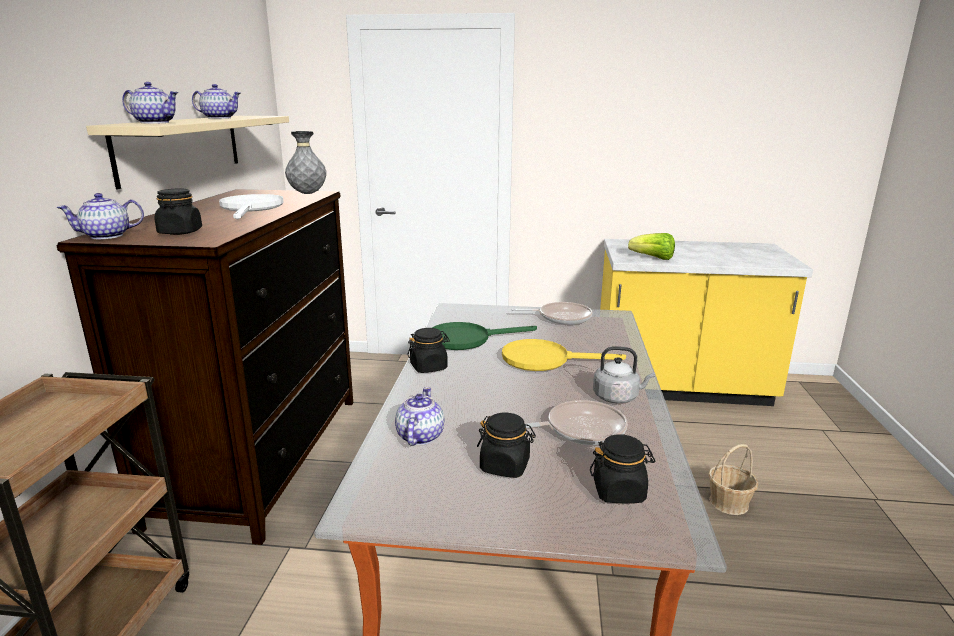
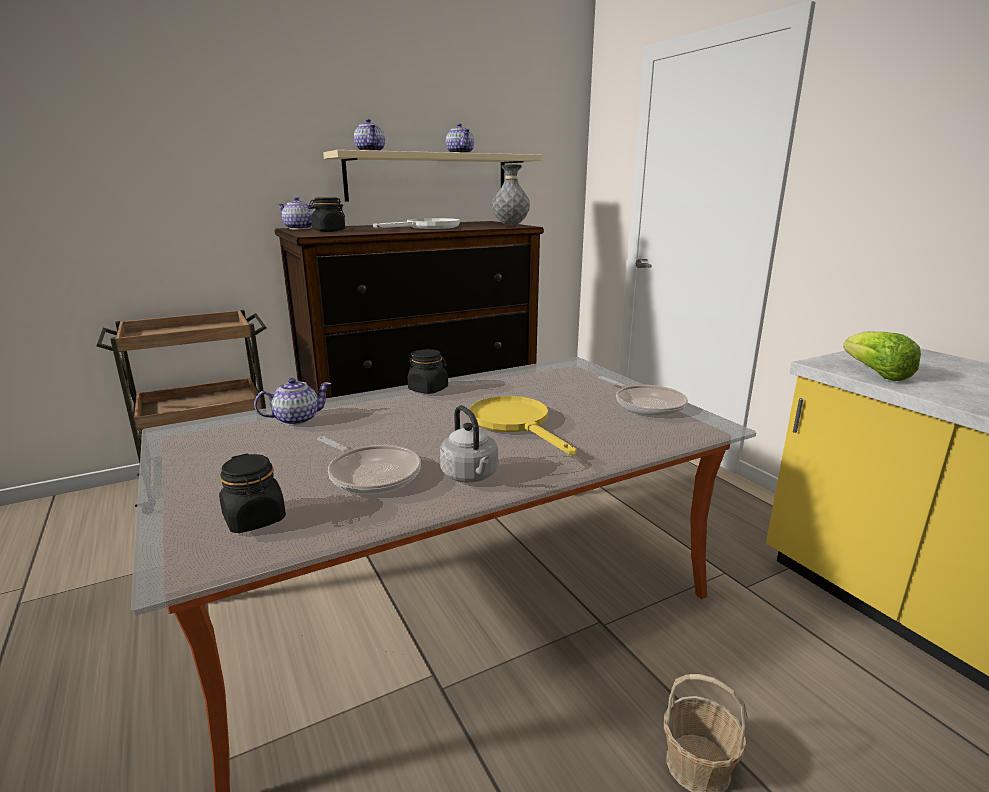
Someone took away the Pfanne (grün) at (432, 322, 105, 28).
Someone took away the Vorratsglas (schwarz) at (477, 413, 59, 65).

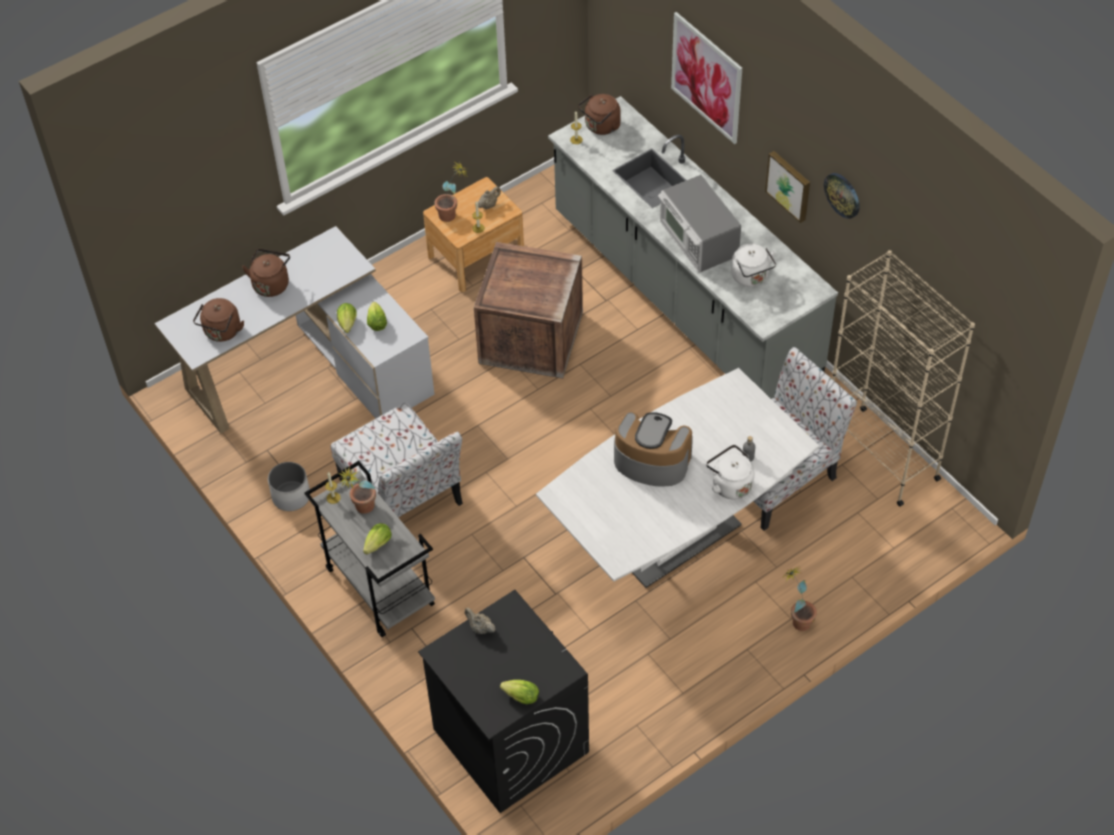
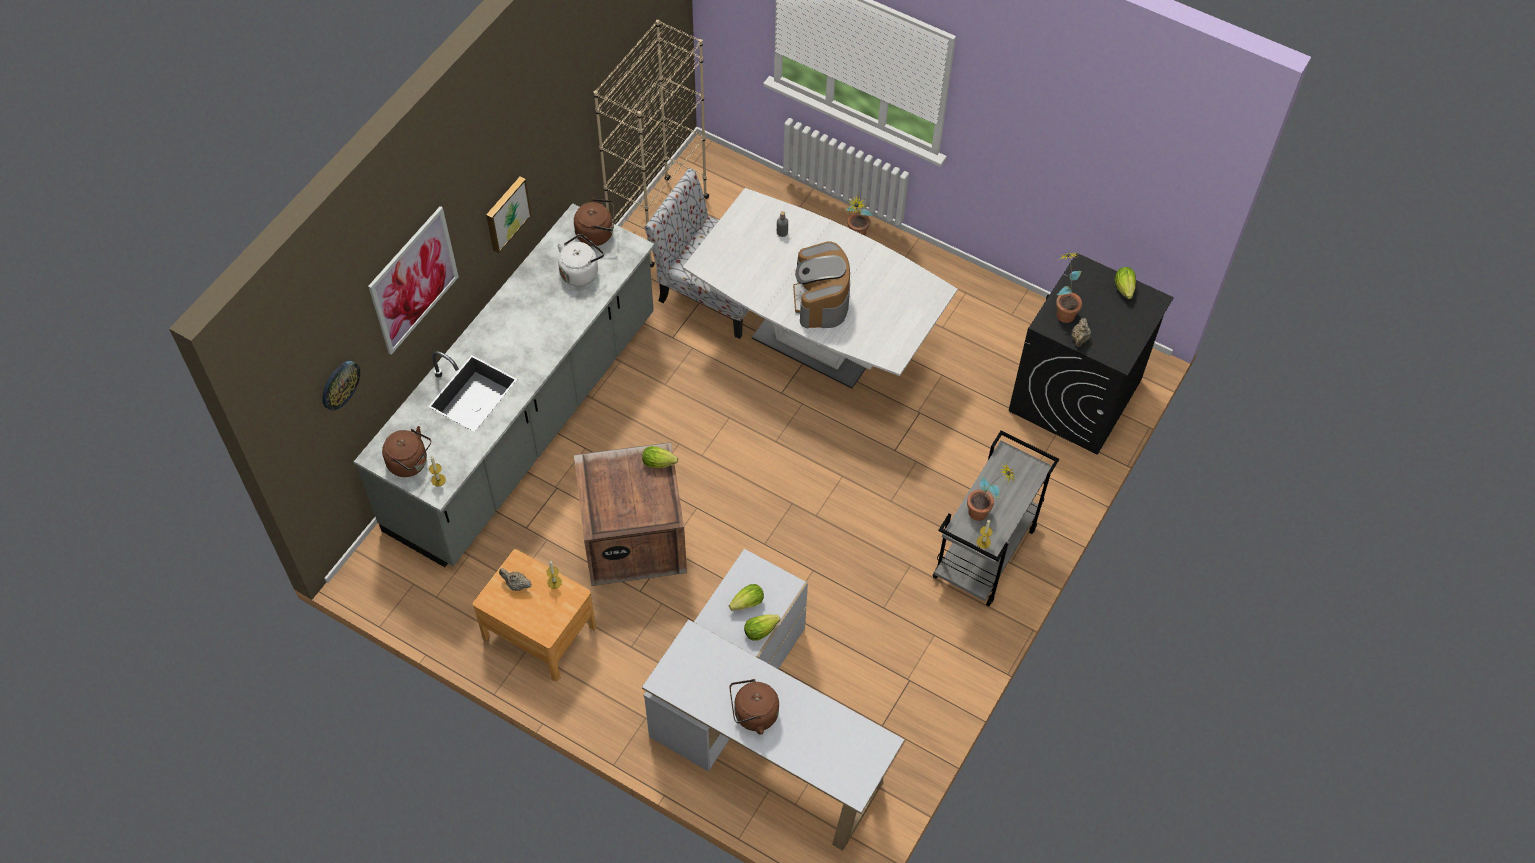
Someone carried the Wasserkessel (braun) from (193, 298, 51, 44) to (574, 198, 40, 48).
Someone took away the Pflanzkübel (weiß) at (268, 462, 42, 49).
Someone took away the Stuhl at (330, 402, 133, 115).
Someone carried the Salatkopf from (363, 523, 29, 32) to (642, 446, 36, 22).
Someone carried the Topfpflanze from (434, 161, 33, 61) to (1056, 253, 26, 70).
Someone took away the Mikrowelle at (658, 175, 83, 98).
Someone took away the Wasserkessel (weiß) at (706, 445, 48, 54).
Someone carried the Wanduhr from (824, 173, 36, 46) to (322, 361, 38, 50).

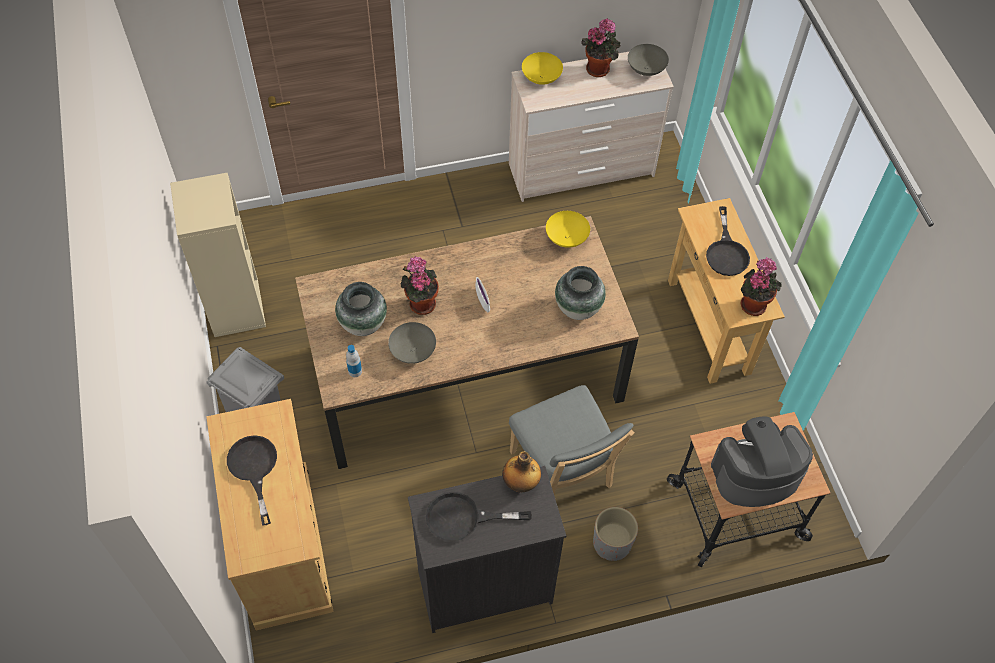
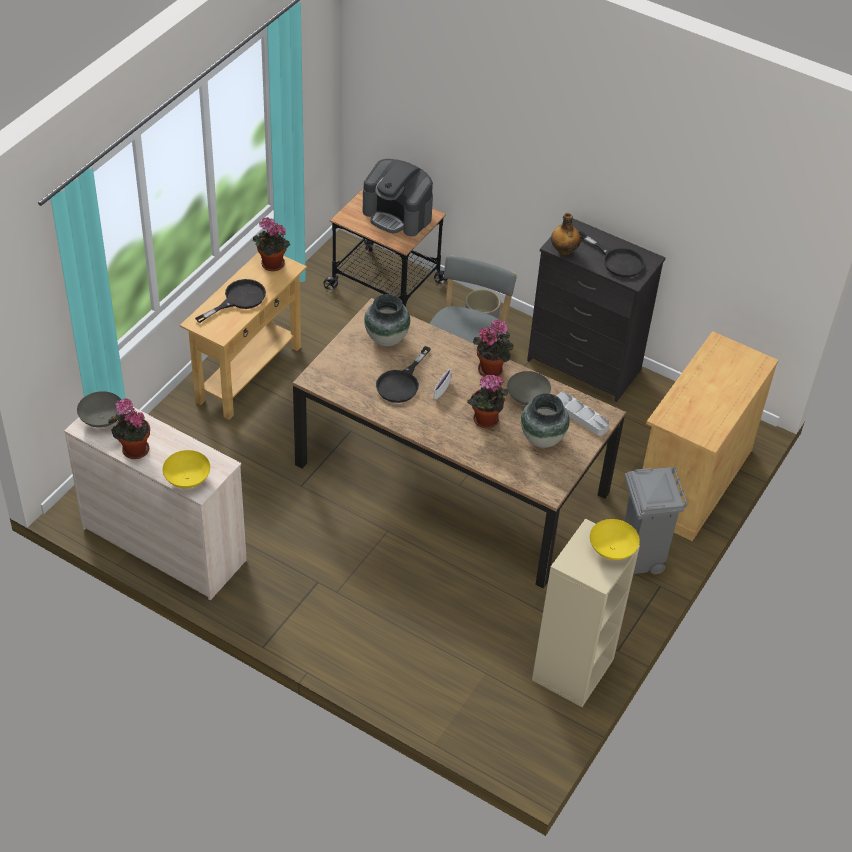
Someone carried the Pfanne (schwarz) from (227, 435, 50, 91) to (376, 346, 55, 57).
Someone swapped the Flasche at (346, 345, 16, 32) for the Tablett (grau) at (557, 392, 53, 44).
Someone carried the Schüssel (gelb) from (546, 211, 44, 37) to (590, 519, 50, 41).
Someone put down the Topfpflanze at (473, 320, 40, 57).

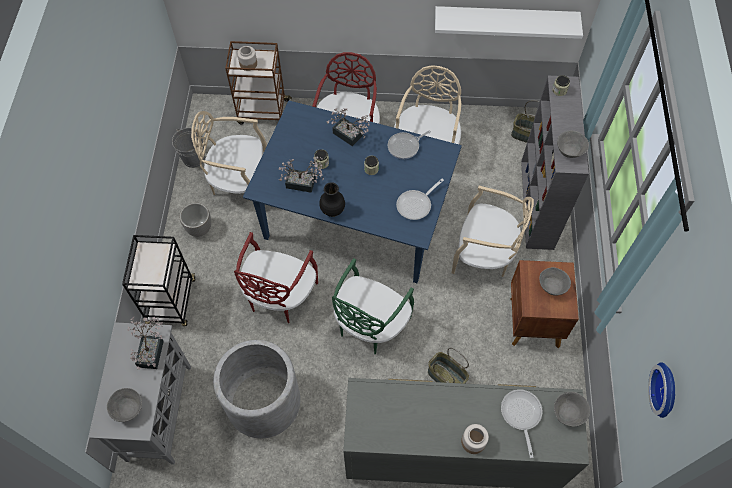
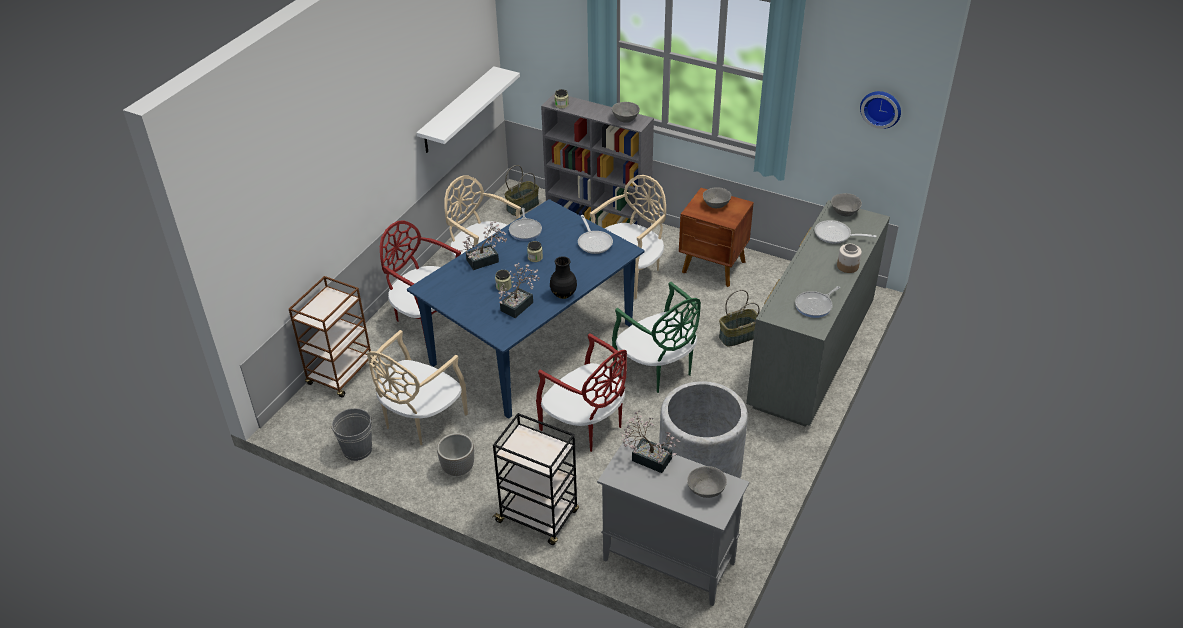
Someone took away the Vorratsglas at (237, 46, 20, 25).
Someone put down the Pfanne at (795, 286, 45, 32).

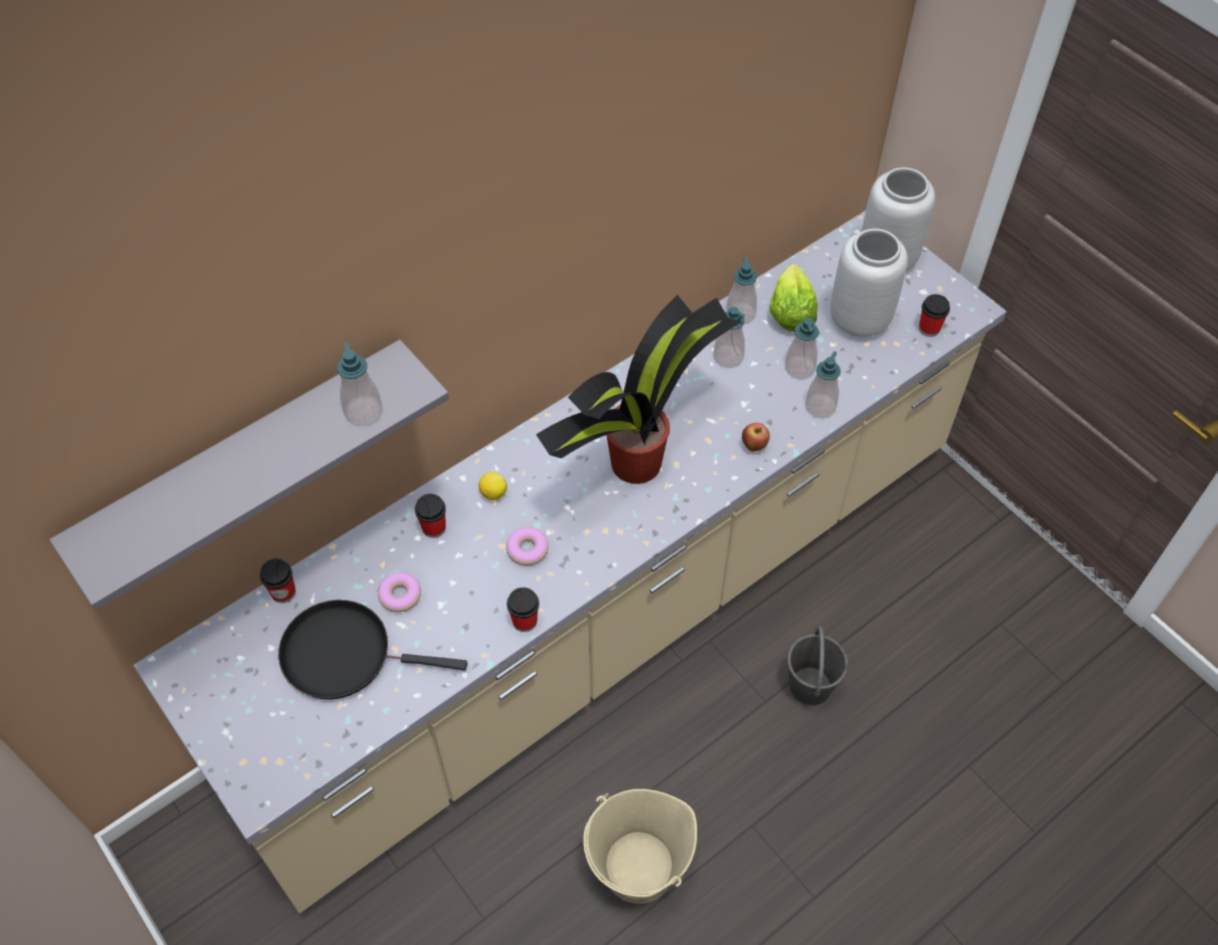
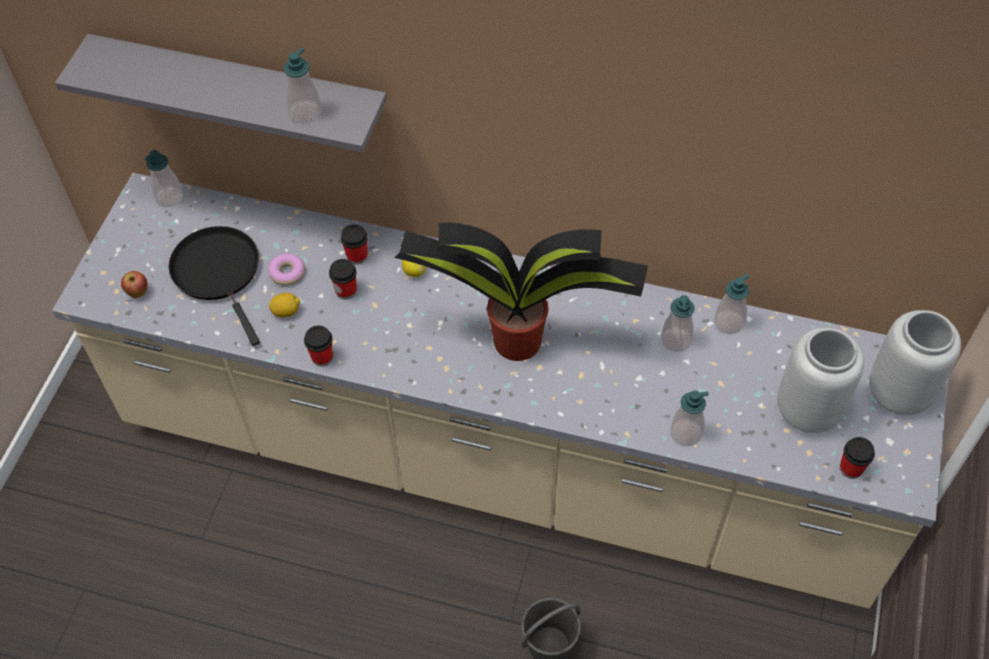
Someone carried the Tasse from (260, 558, 36, 45) to (329, 259, 28, 41).
Someone took away the Donut at (506, 527, 43, 39).
Someone took away the Eimer (beige) at (583, 789, 114, 115).
Someone carried the Apfel from (742, 423, 28, 28) to (121, 271, 27, 27).
Someone took away the Salatkopf at (770, 264, 48, 68).
Someone carried the Seifenspender from (785, 318, 34, 61) to (143, 150, 40, 57).
Someone put down the Zitrone at (269, 293, 31, 24).

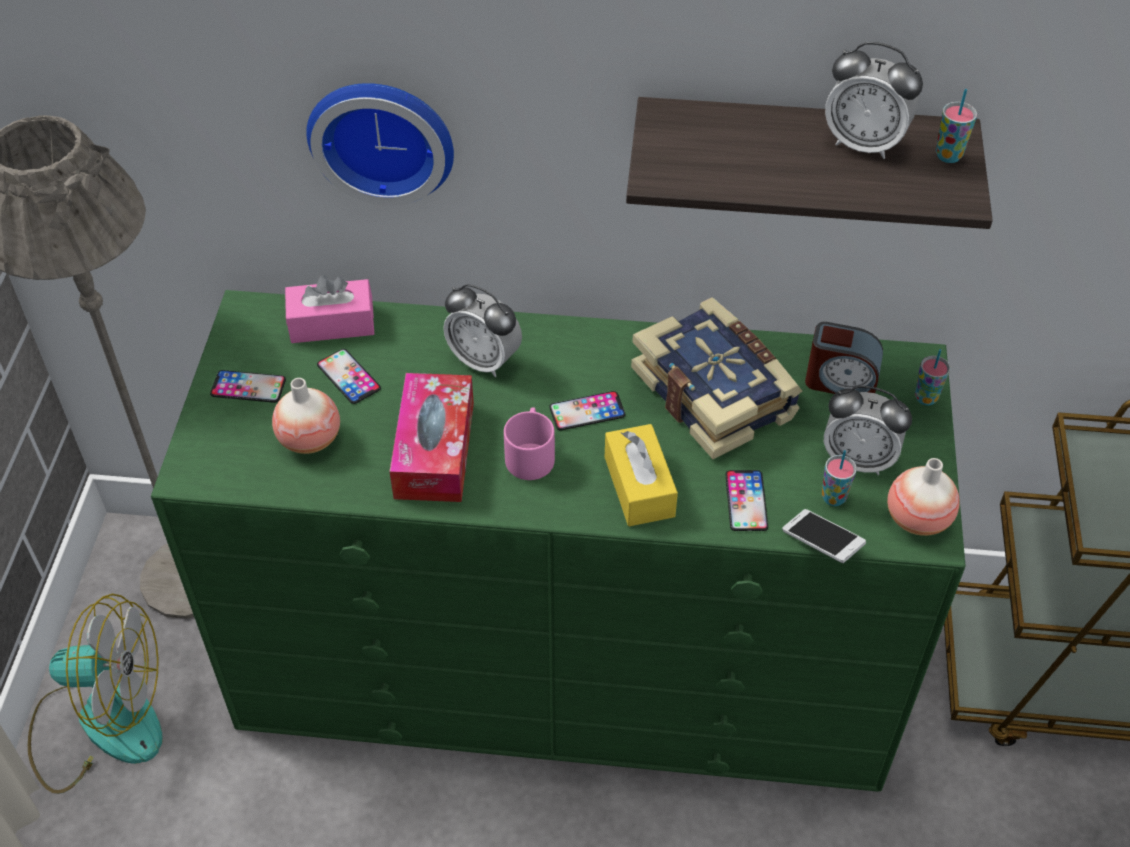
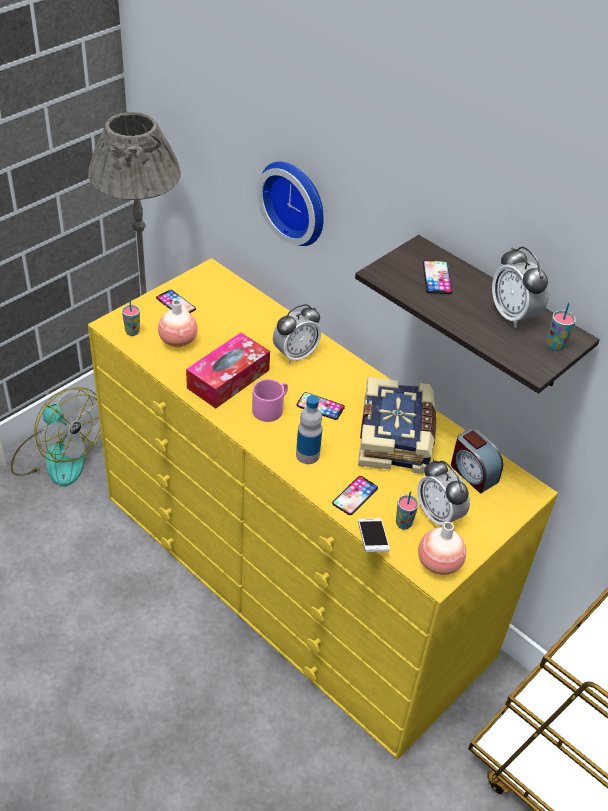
Someone repainted the Kommode (grün) at (151, 290, 815, 502), which became the Kommode (gelb) at (88, 258, 470, 501).
Someone took away the Taschentuchbox (rosa) at (285, 275, 89, 68).
Someone carried the Handy from (317, 349, 64, 55) to (423, 260, 29, 34).
Someone rotated the Wecker at (443, 284, 79, 93) by 105 degrees counterclockwise.
Someone swapped the Taschentuchbox (gelb) at (605, 424, 73, 102) for the Flasche at (296, 395, 26, 69).
Someone carried the Tasse from (915, 349, 35, 56) to (122, 299, 18, 37).

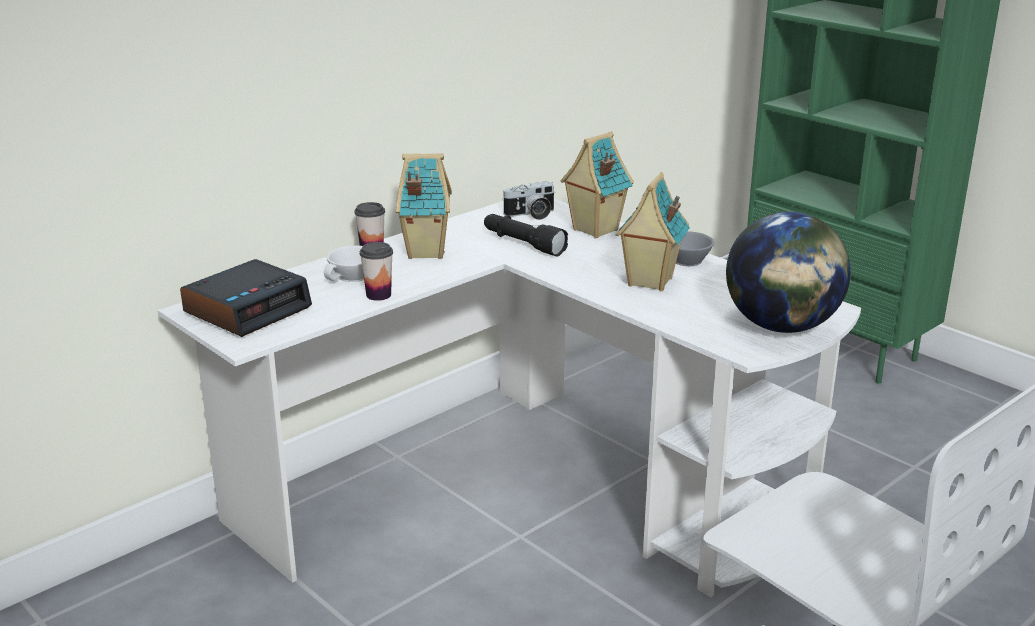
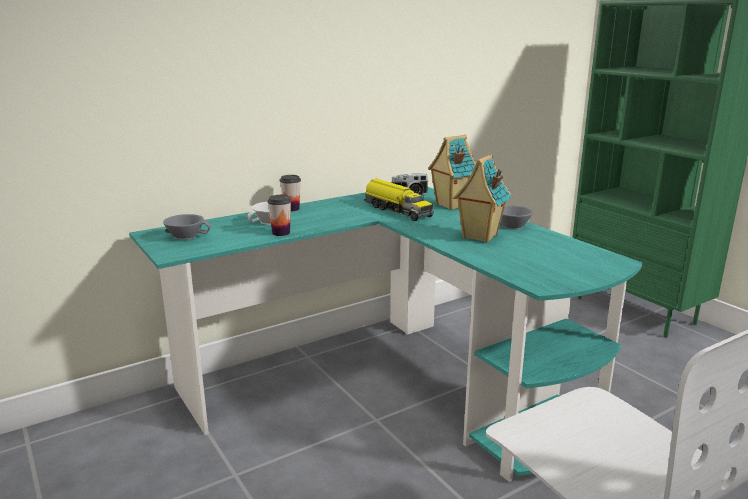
Someone repainted the Schreibtisch (weiß) at (157, 199, 704, 398), which became the Schreibtisch (türkis) at (129, 187, 514, 295).
Someone swapped the Wecker at (180, 259, 132, 78) for the Tasse (grau) at (163, 214, 48, 26).
Someone took away the Spielzeughaus at (396, 154, 56, 105).
Someone swapped the Taschenlampe (schwarz) at (484, 214, 84, 42) for the Spielzeuglaster at (364, 179, 70, 42).
Someone took away the Globus at (726, 212, 125, 121).

